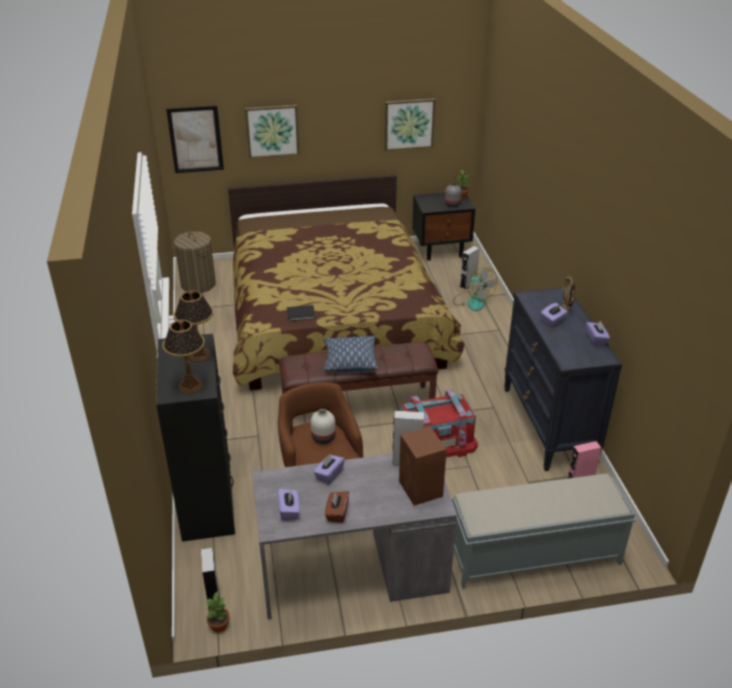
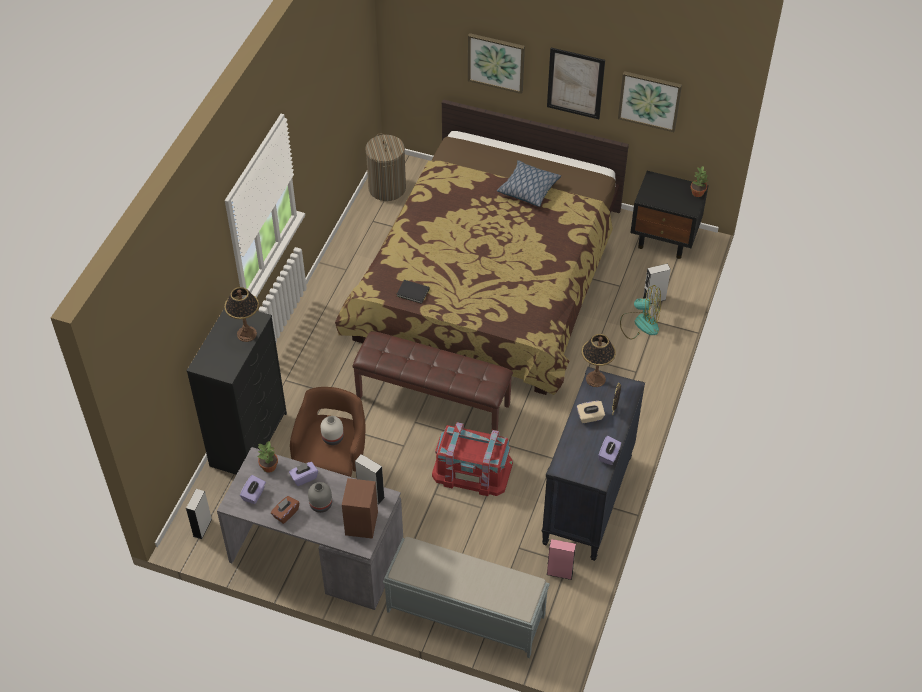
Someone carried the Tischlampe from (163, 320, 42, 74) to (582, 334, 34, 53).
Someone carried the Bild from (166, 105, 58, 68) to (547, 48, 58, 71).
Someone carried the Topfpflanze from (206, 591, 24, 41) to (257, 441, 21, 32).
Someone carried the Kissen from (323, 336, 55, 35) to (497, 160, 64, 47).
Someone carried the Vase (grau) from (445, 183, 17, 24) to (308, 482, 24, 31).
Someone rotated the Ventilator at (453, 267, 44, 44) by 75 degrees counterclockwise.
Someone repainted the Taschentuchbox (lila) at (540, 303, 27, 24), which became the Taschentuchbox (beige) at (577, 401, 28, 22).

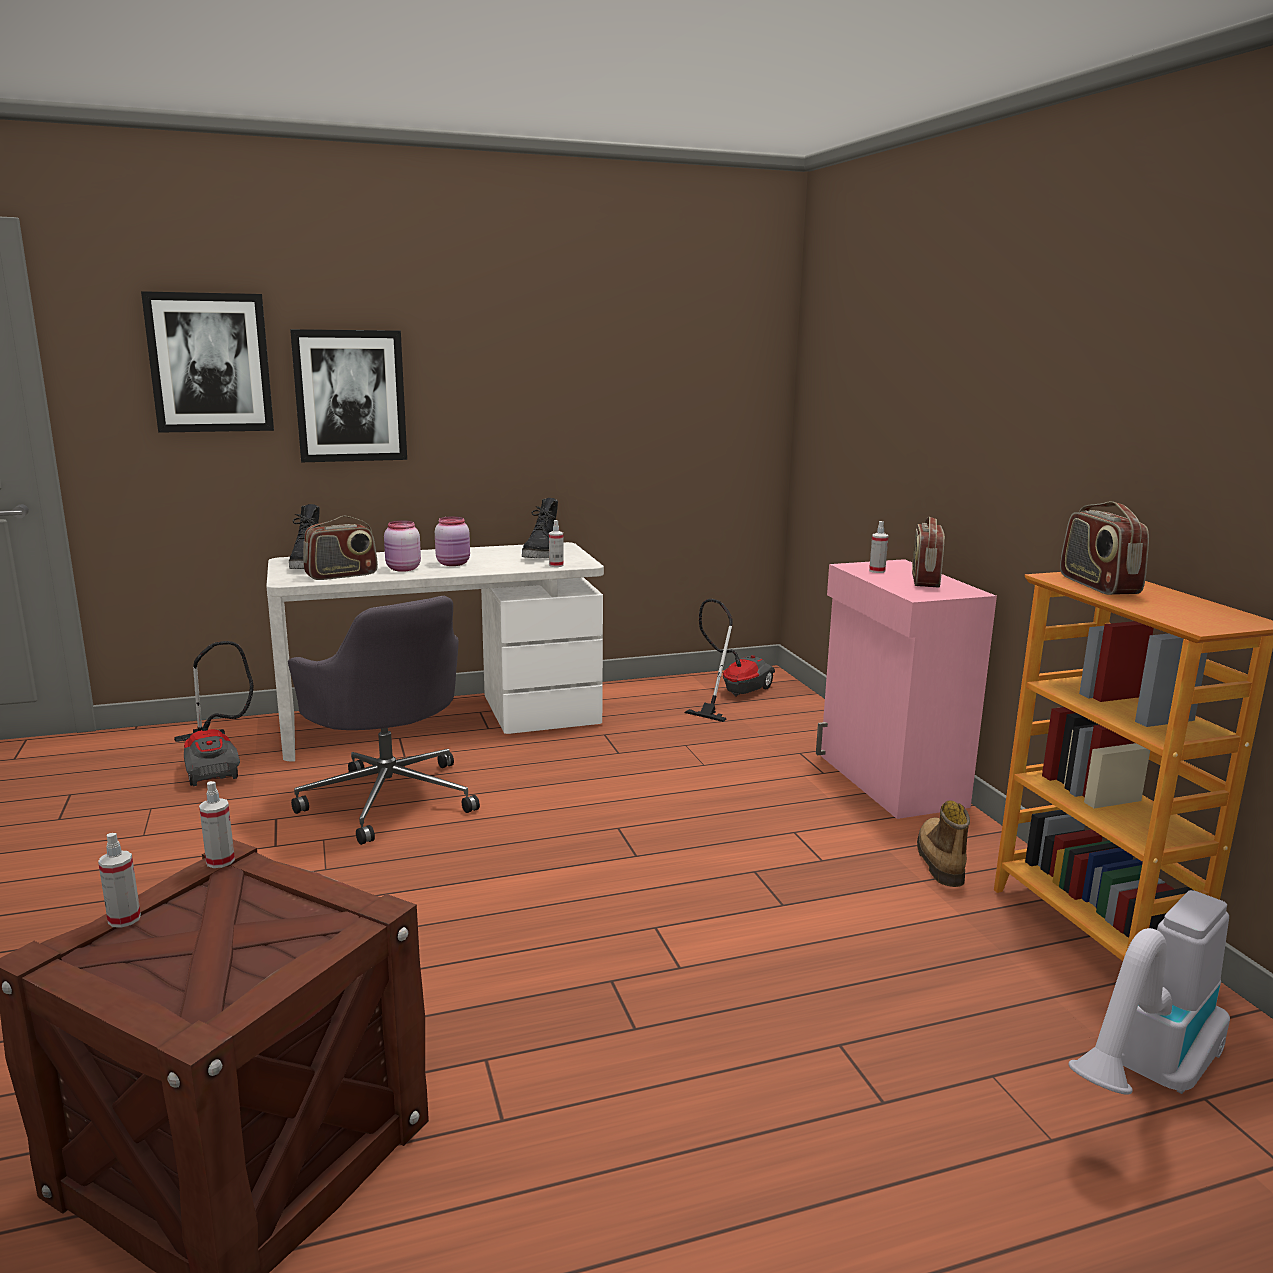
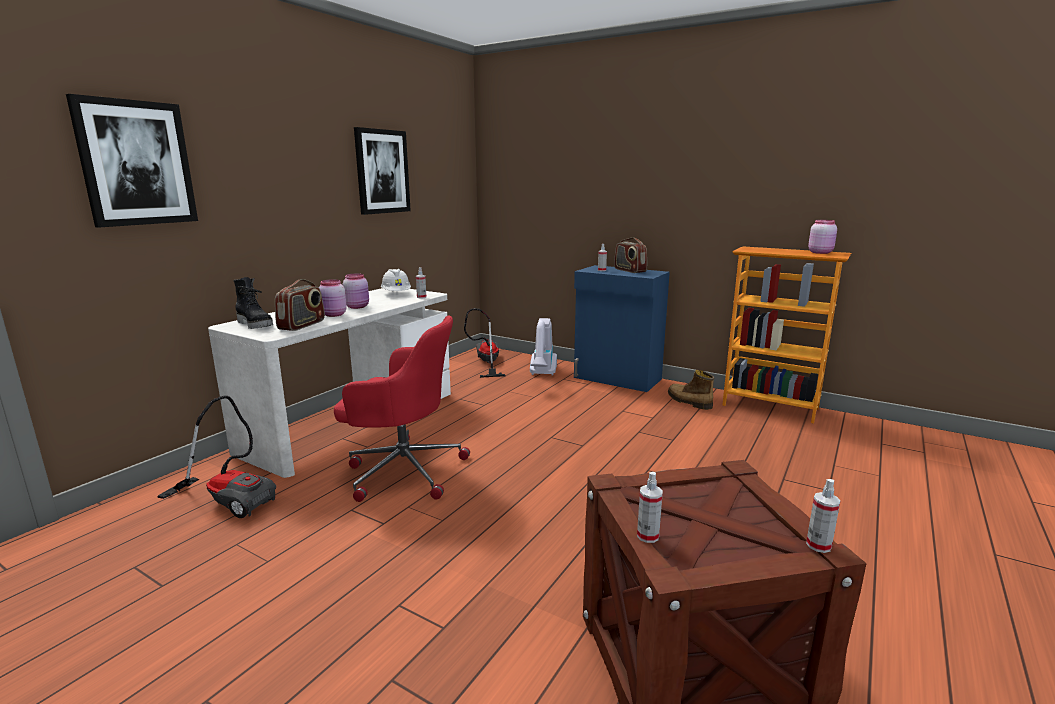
Someone carried the Sprühflasche from (199, 781, 36, 87) to (806, 479, 34, 74).
Someone repainted the Bürostuhl (grau) at (288, 596, 192, 249), which became the Bürostuhl (rot) at (334, 315, 136, 187).
Someone carried the Bild from (290, 329, 117, 133) to (354, 127, 57, 88).
Someone swapped the Stiefel (schwarz) at (522, 498, 36, 60) for the Schutzhelm (weiß) at (381, 269, 30, 22).
Someone repainted the Schrank (rosa) at (816, 559, 181, 260), which became the Schrank (blau) at (574, 265, 96, 127).
Someone took away the Radio at (1060, 501, 89, 94).
Someone carried the Staubsauger from (1068, 890, 162, 205) to (530, 318, 27, 58).
Someone put down the Vorratsglas (rosa) at (808, 220, 29, 34).

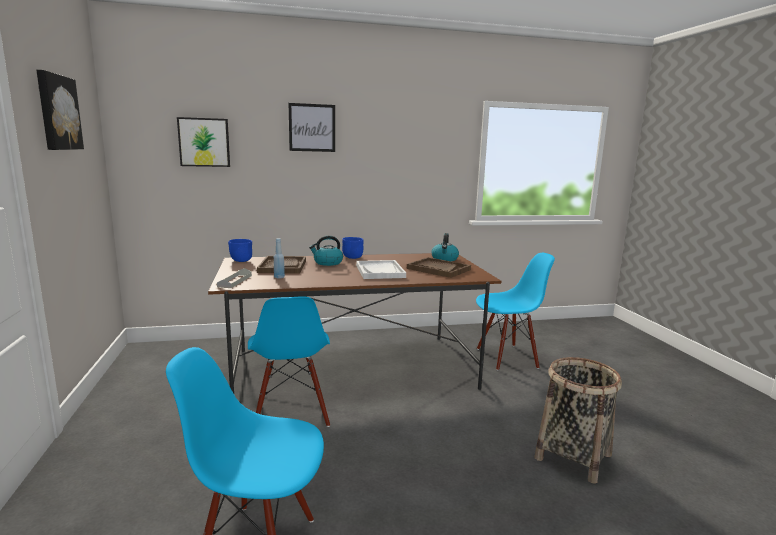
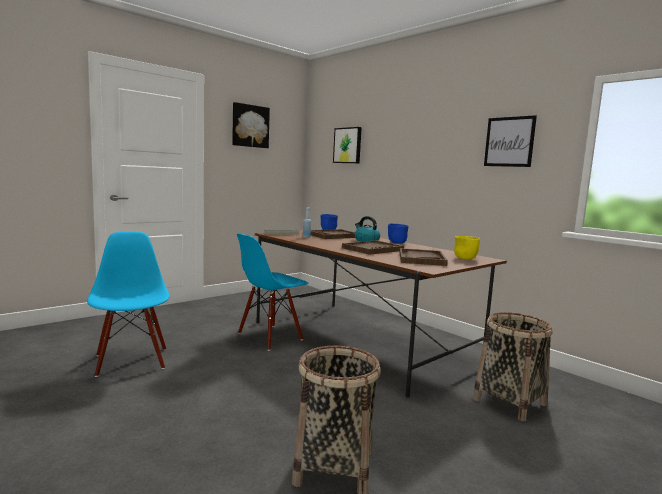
Someone carried the Bild from (288, 103, 47, 49) to (484, 115, 53, 52).
Someone repainted the Tablett (weiß) at (356, 260, 50, 19), which became the Tablett (braun) at (342, 240, 62, 15).
Someone swapped the Wasserkessel at (431, 233, 28, 28) for the Schüssel (gelb) at (454, 236, 26, 24).
Someone swapped the Stuhl (blau) at (476, 253, 79, 118) for the Korb at (473, 312, 79, 109).

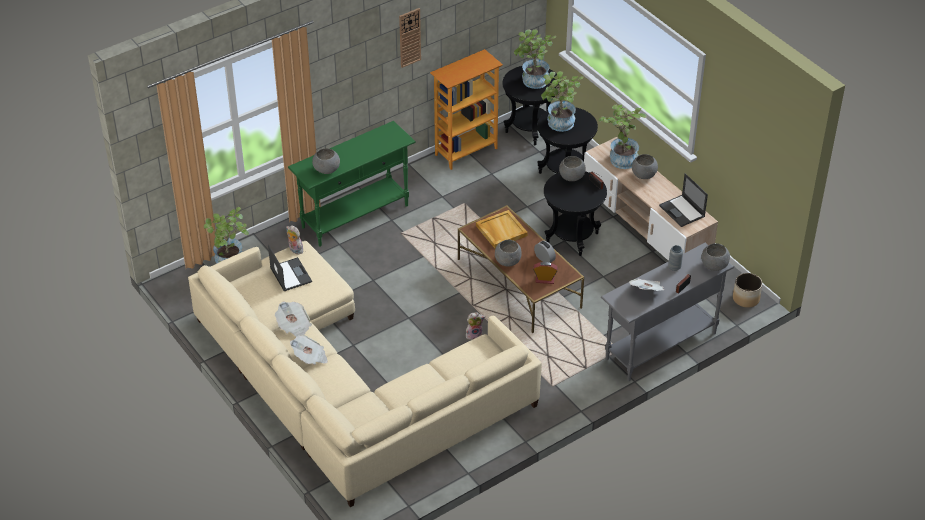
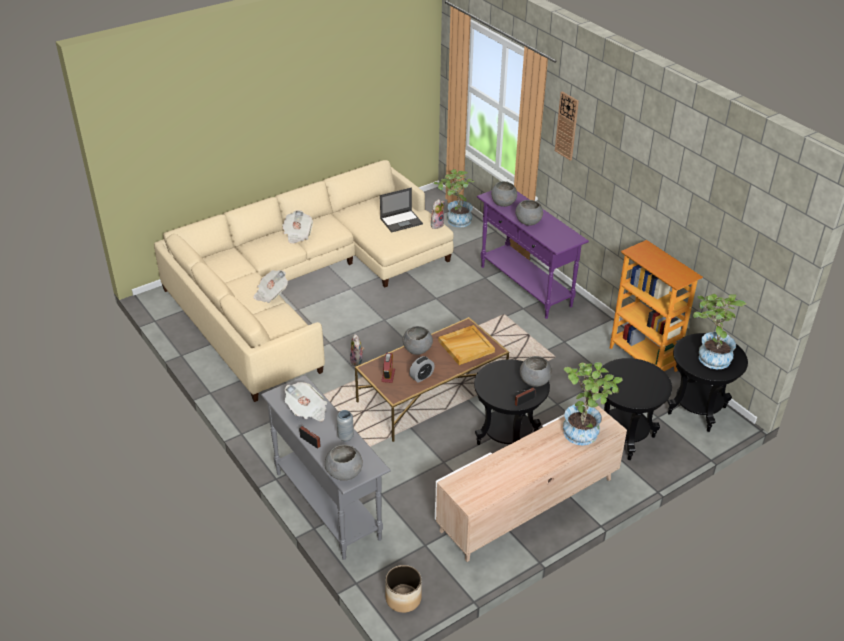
Someone carried the Zeitung from (275, 301, 37, 36) to (253, 270, 35, 33).
Someone repainted the Konsolentisch (grün) at (288, 121, 128, 126), which became the Konsolentisch (lila) at (477, 190, 112, 129).
Someone carried the Wanduhr from (399, 8, 22, 60) to (555, 91, 24, 70).
Someone took away the Topfpflanze at (541, 71, 42, 61).
Someone carried the Schüssel (grau) from (632, 154, 26, 25) to (515, 200, 28, 26).
Someone took away the Laptop at (659, 173, 49, 54).

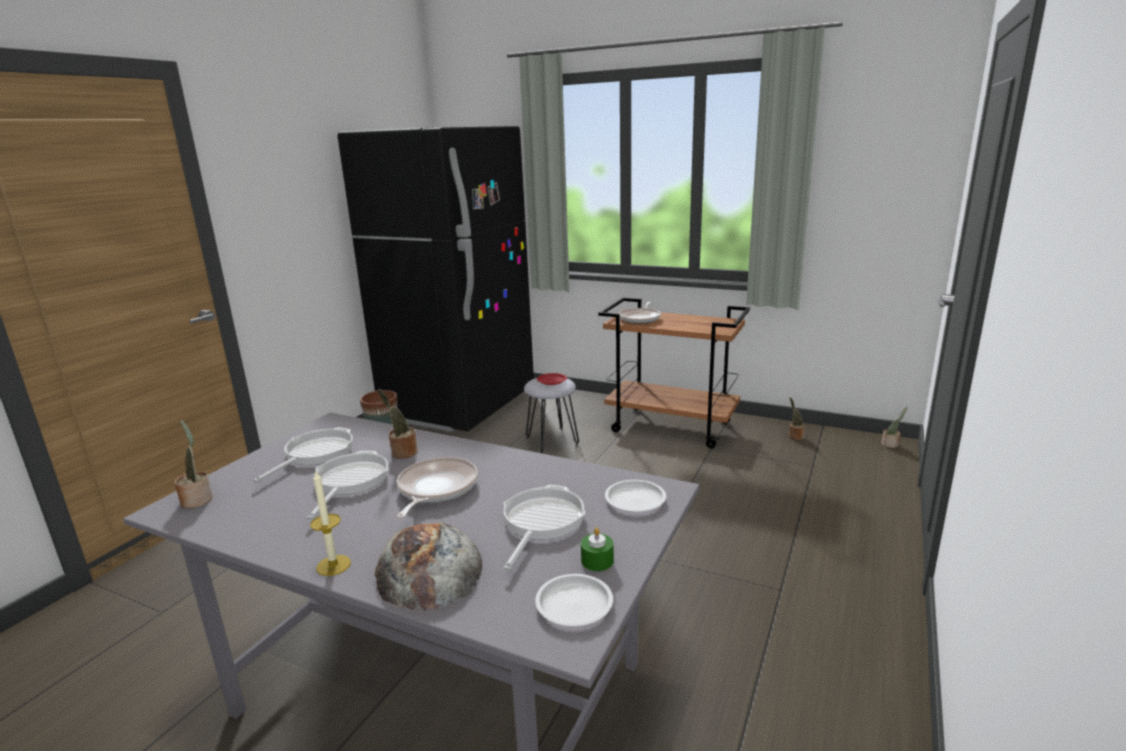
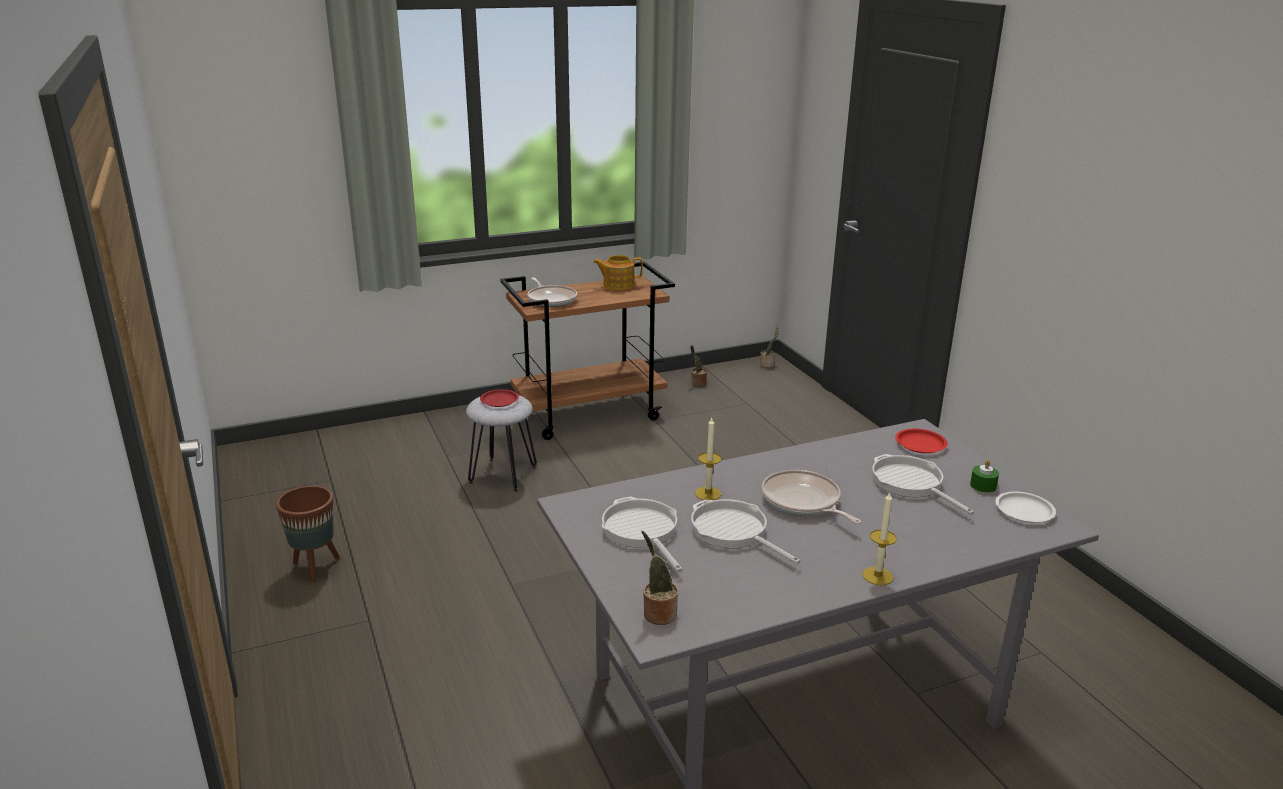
Someone took away the Kühlschrank (schwarz) at (338, 126, 196, 306).
Someone took away the Brot at (375, 523, 108, 88).
Someone swapped the Topfpflanze at (378, 389, 40, 70) for the Kerze at (695, 418, 27, 82).
Someone repainted the Teller (weiß) at (605, 480, 61, 32), which became the Teller (rot) at (895, 429, 53, 24).
Someone put down the Teekanne at (593, 255, 50, 35).

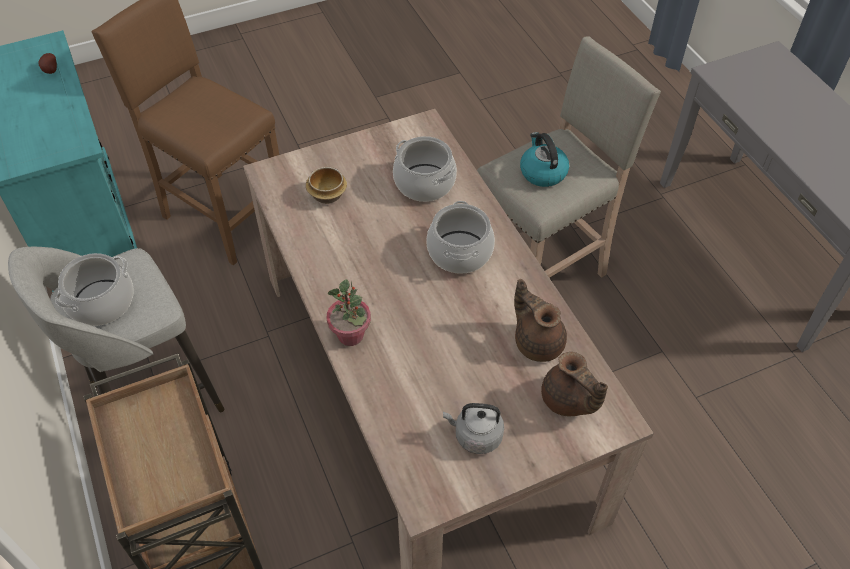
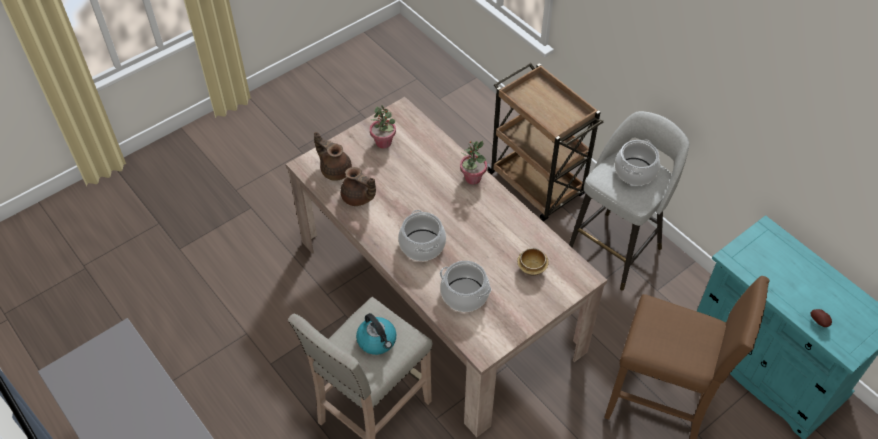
Someone swapped the Wasserkessel (grau) at (443, 403, 61, 51) for the Topfpflanze at (370, 106, 26, 43).

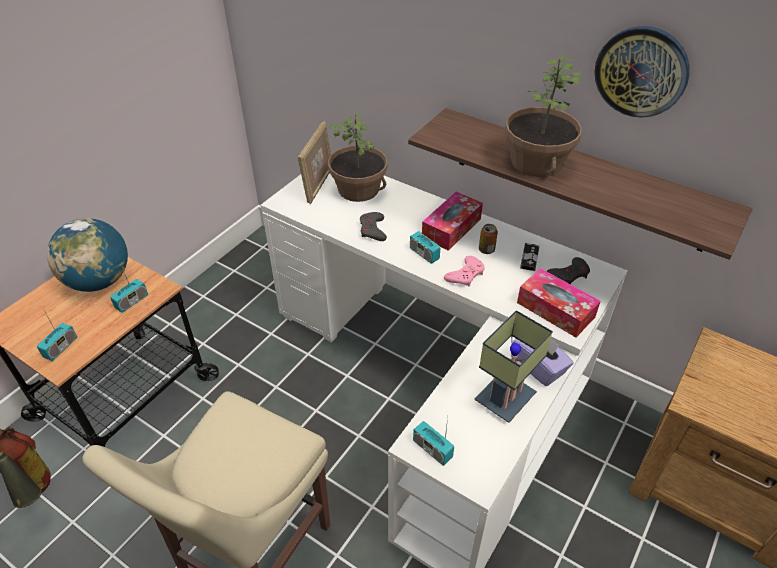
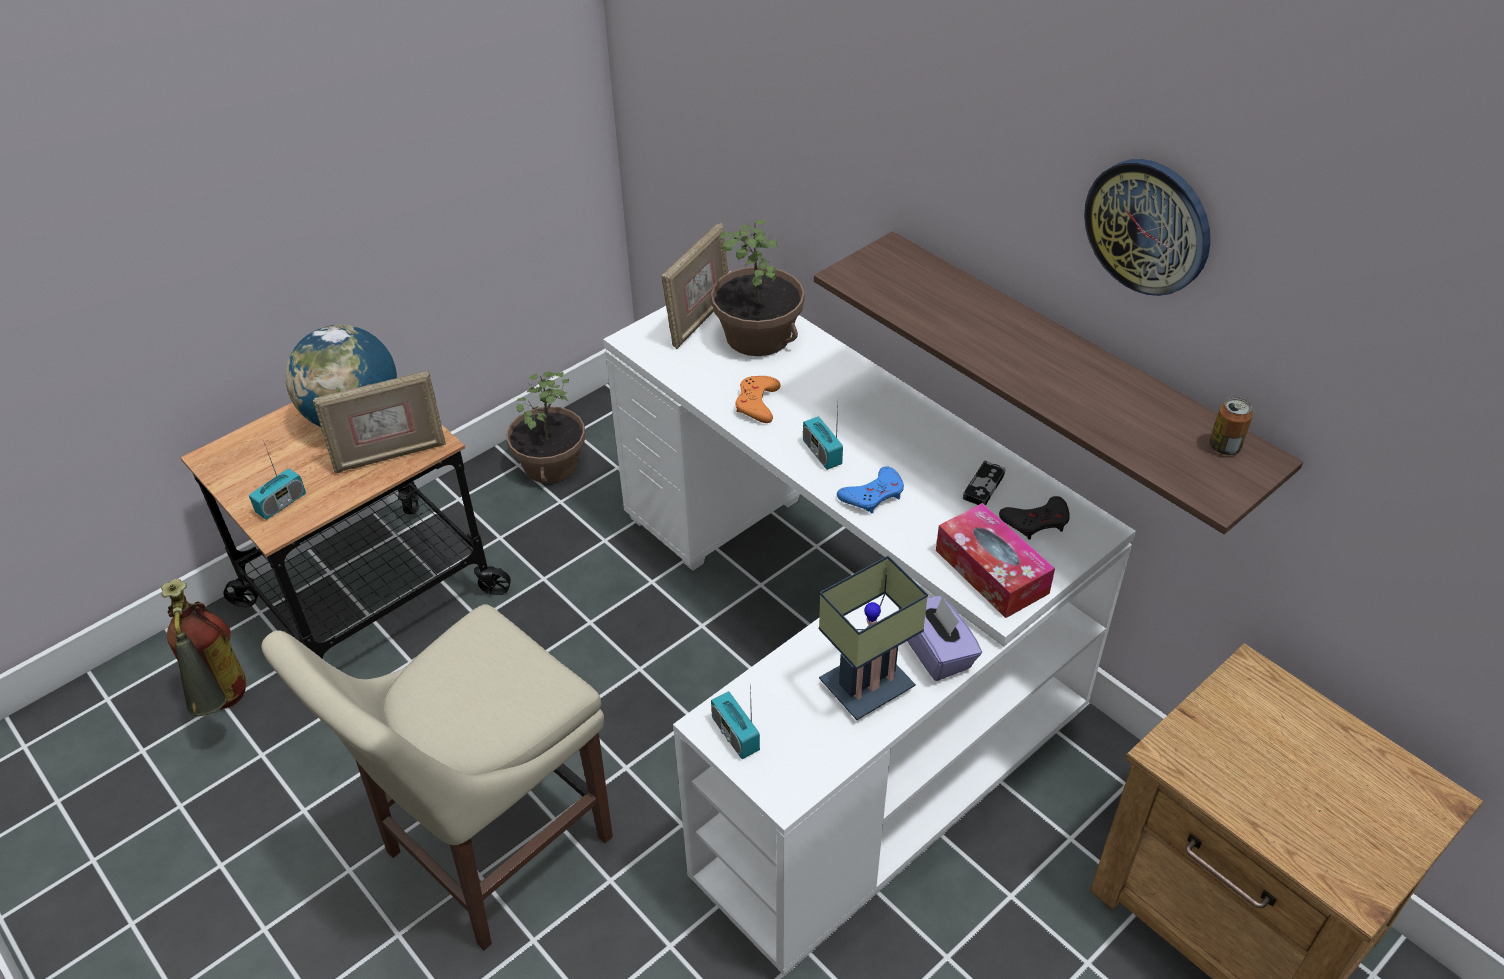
Someone swapped the Radio at (110, 262, 38, 51) for the Bilderrahmen at (313, 371, 133, 102).
Someone repainted the Gamepad (grau) at (360, 212, 27, 29), which became the Gamepad (orange) at (735, 376, 46, 47).
Someone took away the Taschentuchbox at (422, 192, 61, 59).
Someone repainted the Gamepad (rosa) at (444, 256, 41, 31), which became the Gamepad (blau) at (837, 466, 67, 48).
Someone carried the Dose from (479, 224, 19, 30) to (1209, 397, 44, 58).
Someone carried the Topfpflanze from (505, 57, 77, 120) to (507, 371, 78, 112).

